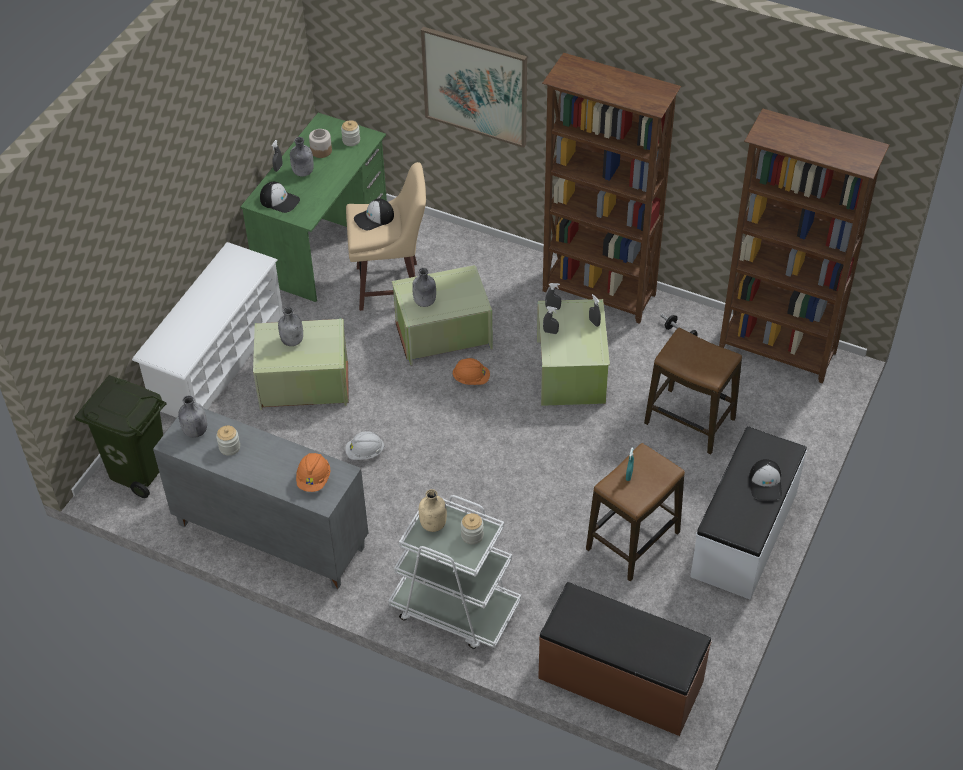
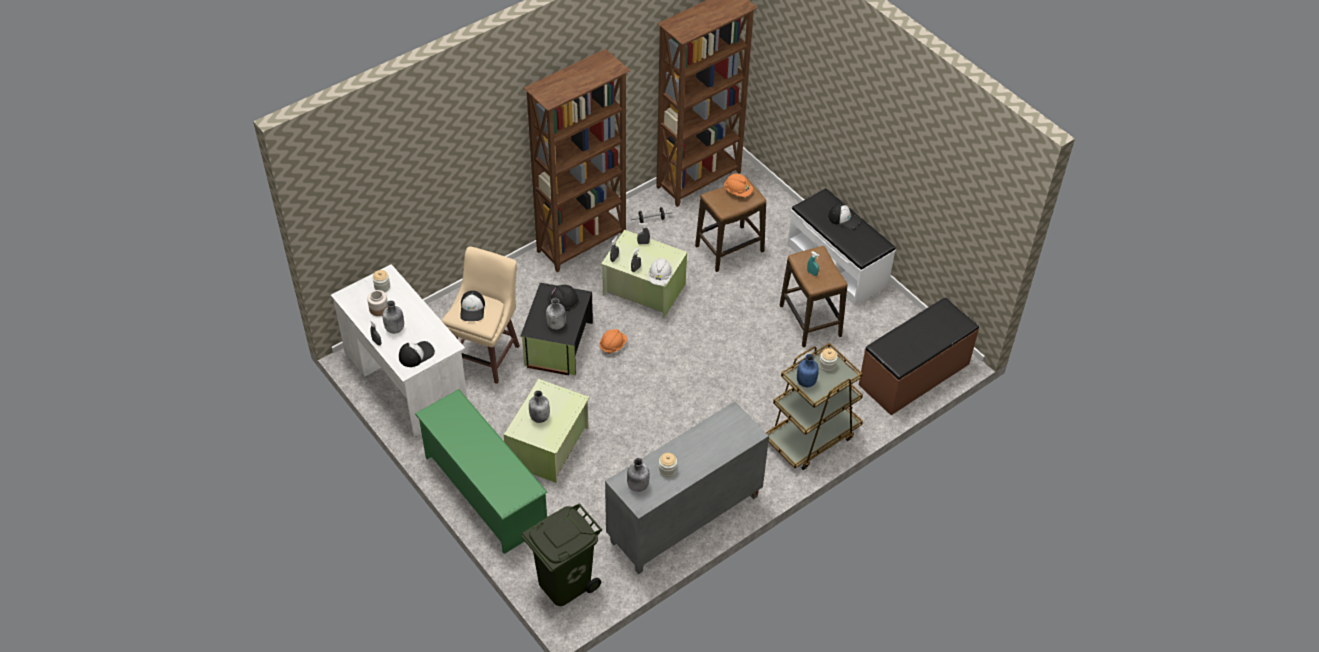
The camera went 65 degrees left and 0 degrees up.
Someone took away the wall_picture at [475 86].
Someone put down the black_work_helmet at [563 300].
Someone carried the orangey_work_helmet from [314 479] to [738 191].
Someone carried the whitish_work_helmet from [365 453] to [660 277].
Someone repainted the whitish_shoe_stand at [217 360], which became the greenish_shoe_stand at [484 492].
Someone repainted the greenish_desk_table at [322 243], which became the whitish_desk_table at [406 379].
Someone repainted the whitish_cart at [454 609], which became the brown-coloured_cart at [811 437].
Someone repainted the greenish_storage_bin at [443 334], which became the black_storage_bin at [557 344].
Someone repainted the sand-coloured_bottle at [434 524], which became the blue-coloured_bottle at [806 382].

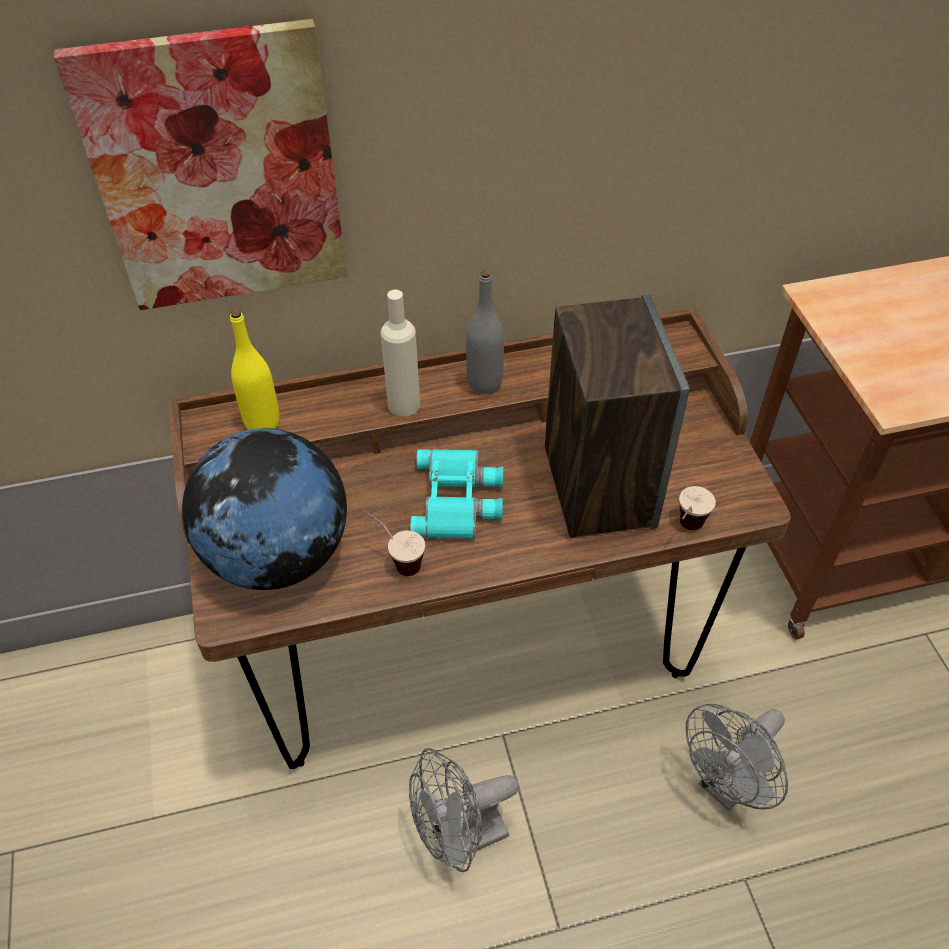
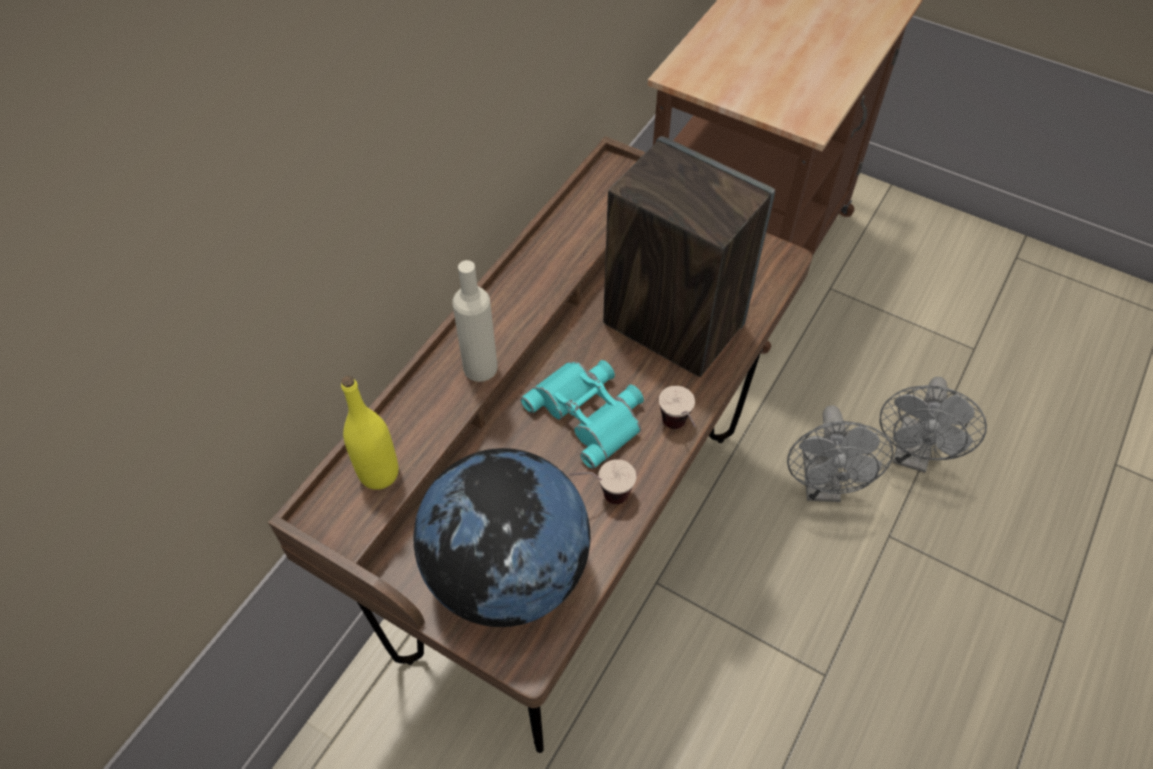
The camera went 45 degrees left and 5 degrees up.
Someone took away the wall_picture at [218 172].
Someone took away the grey_bottle at [484 383].
Someone carried the grey_electric_fan from [460 839] to [912 455].
Someone carried the small_cup from [686 531] to [678 431].

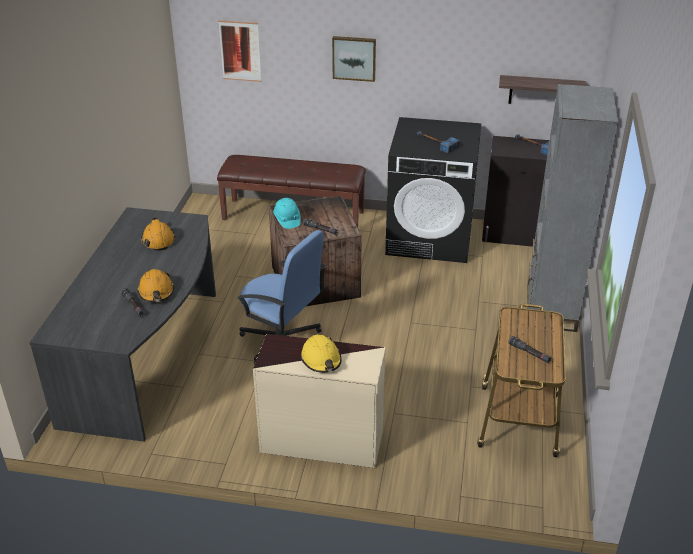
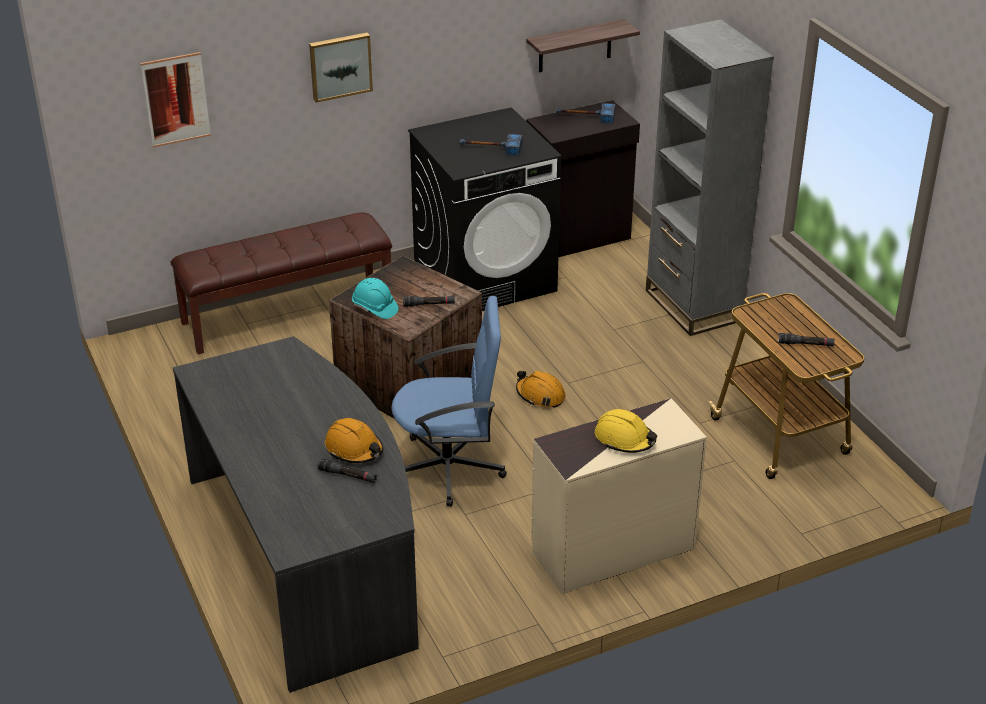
The camera went 35 degrees left and 0 degrees up.
Someone carried the orangey_work_helmet from [158 240] to [540 395].

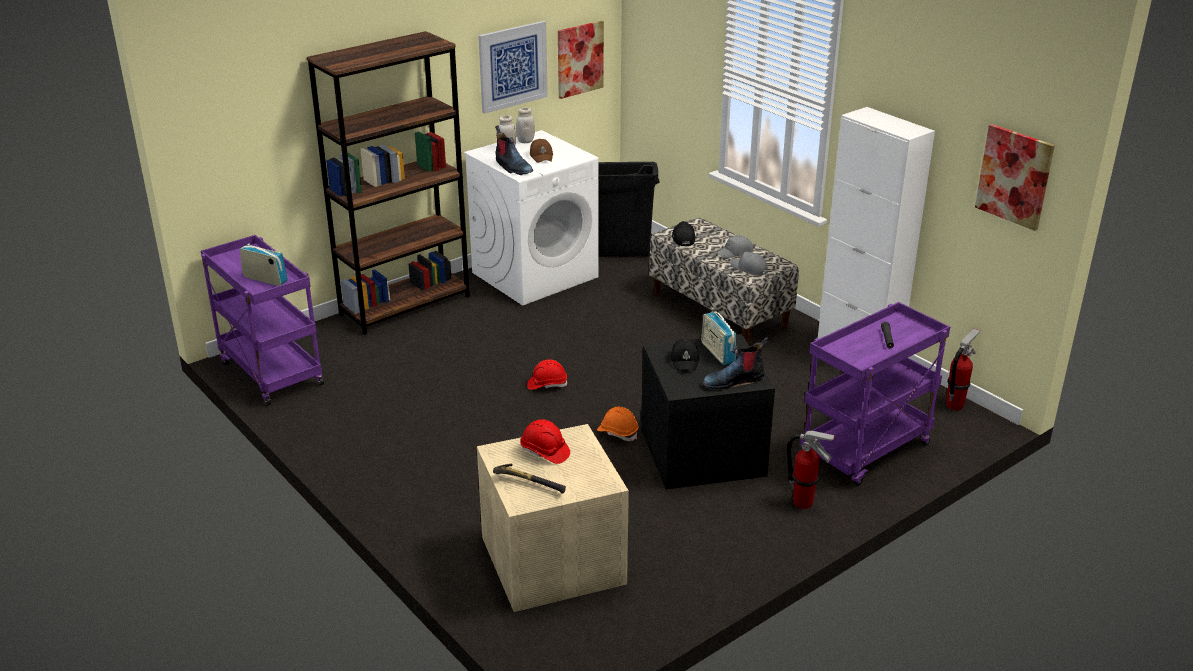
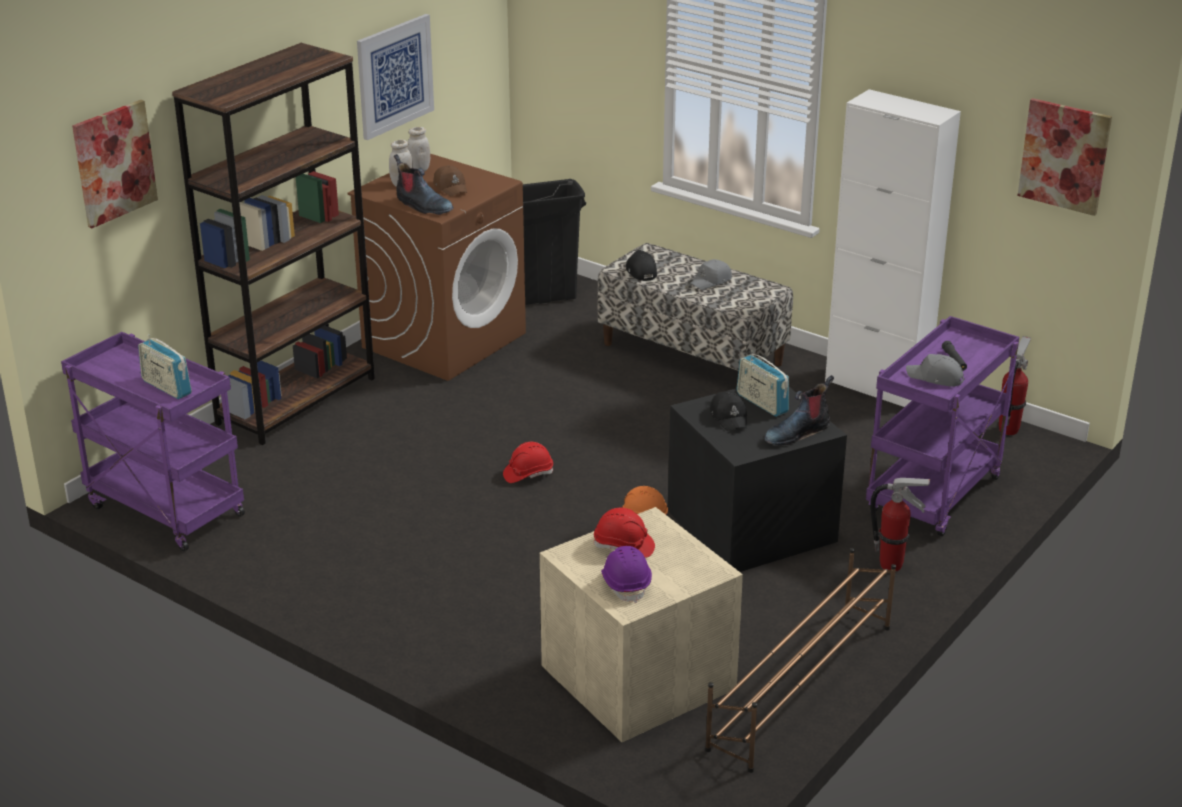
The camera went 15 degrees left and 0 degrees up.
Someone put down the brown-coloured_shoe_stand at [800 687].
Someone carried the wall_picture from [579 59] to [114 163].
Someone carried the grey_peaked_cap from [749 269] to [935 378].
Someone swapped the tool_hammer at [530 483] for the purple_work_helmet at [626 584].
Someone repainted the whitish_laundry_appliance at [535 274], which became the brown-coloured_laundry_appliance at [444 340].
Someone rotated the radio at [265 279] by 150 degrees counterclockwise.

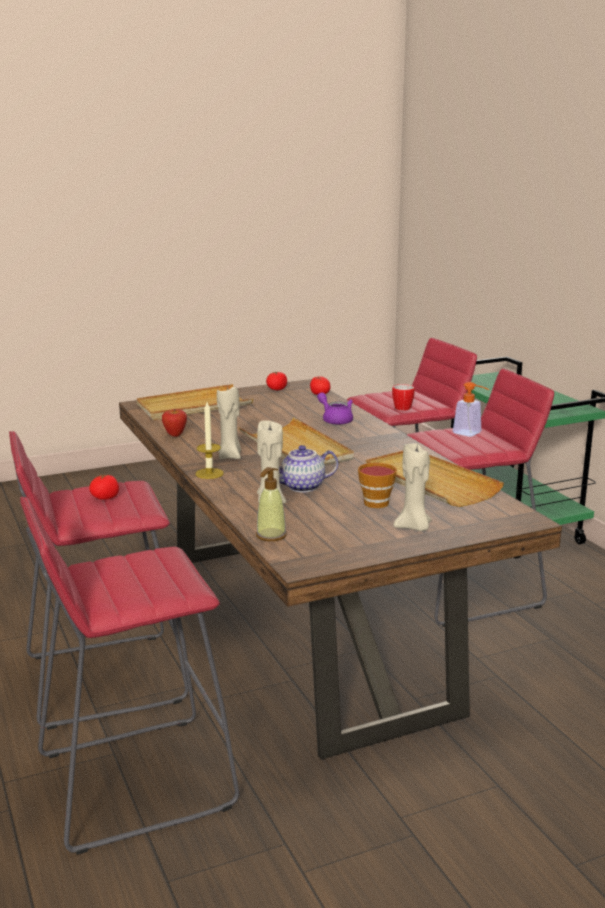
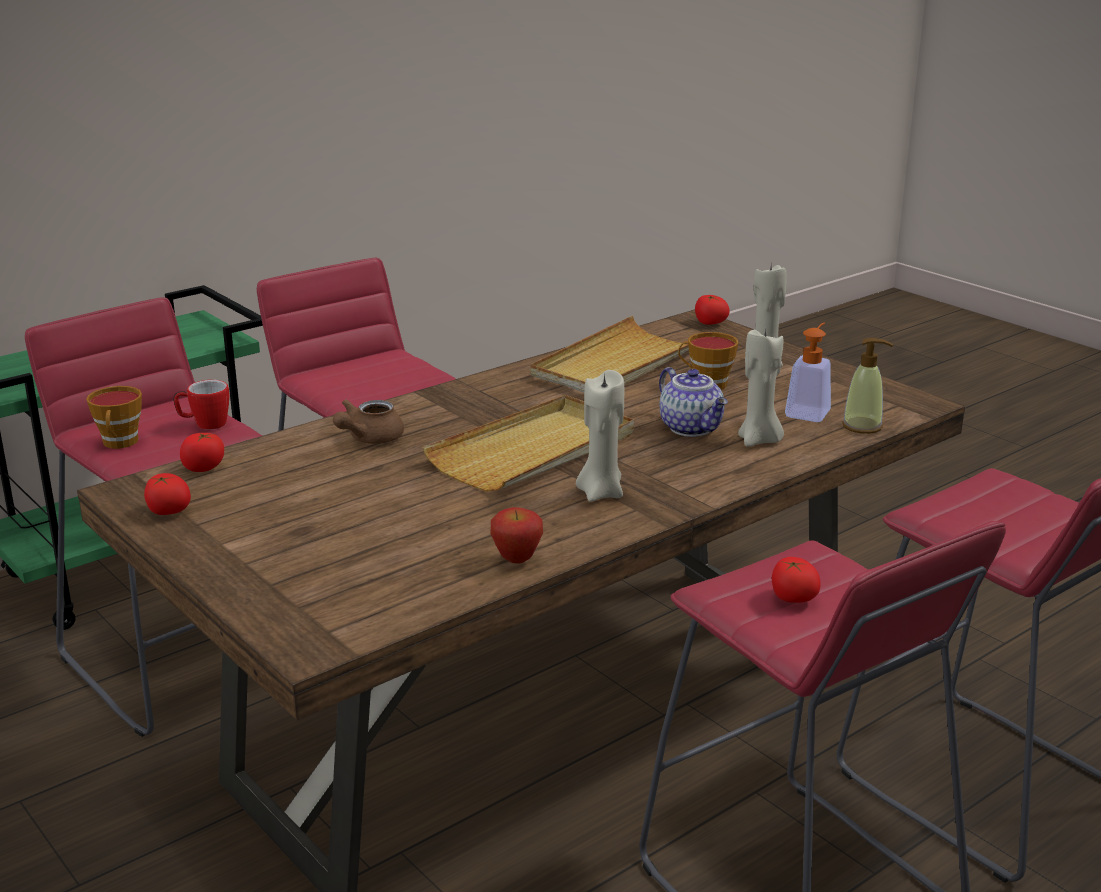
The camera went 105 degrees left and 5 degrees up.
Someone took away the sand-coloured_carrying_tray at [194 407].
Someone took away the wax_light at [209 473].
Someone put down the small_cup at [120 443].
Someone put down the fresh_tomato at [710 323].
Someone carried the soap_dispenser from [471 434] to [809 411].
Someone repainted the purple_teapot at [335 420], which became the brown-coloured_teapot at [369 439].

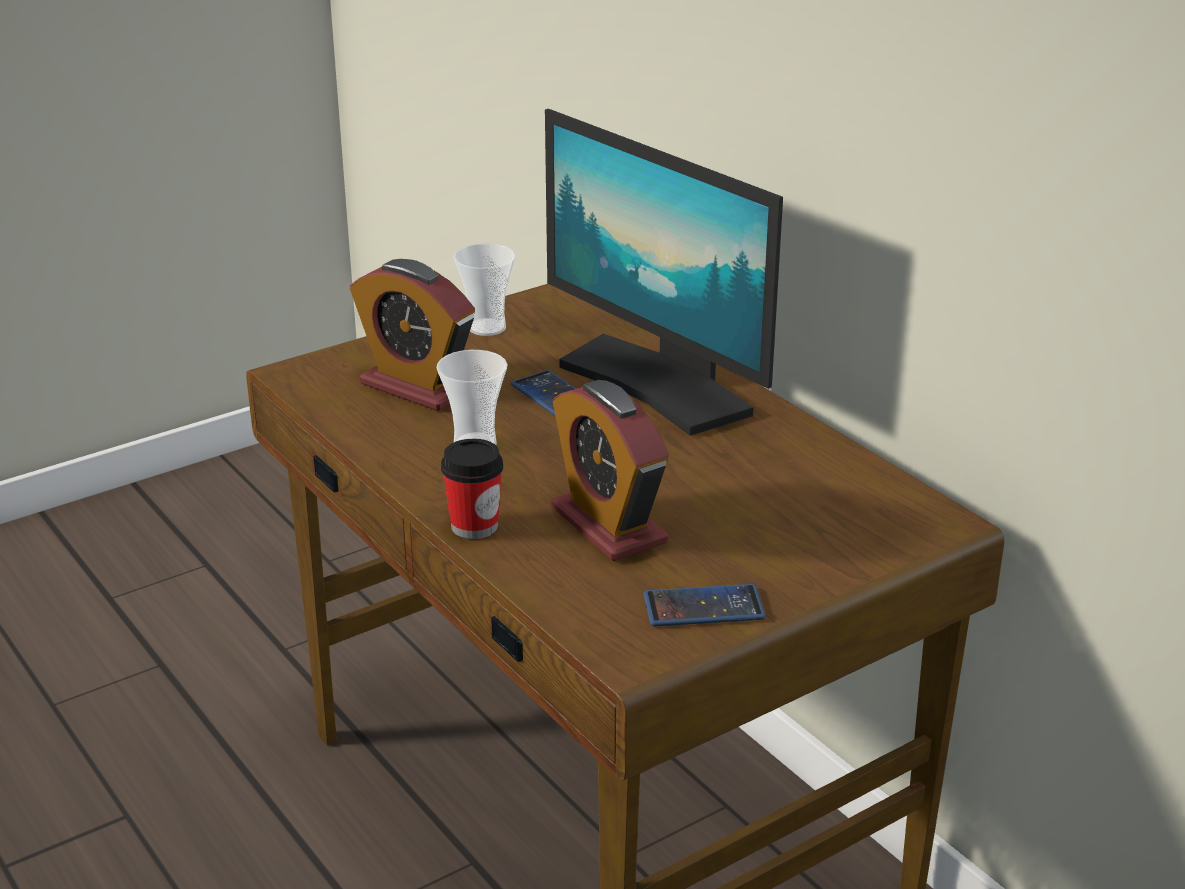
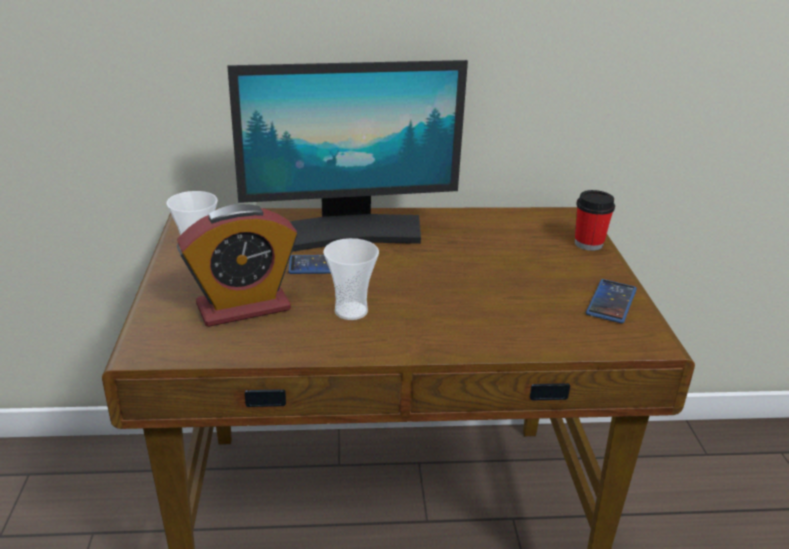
The camera went 60 degrees left and 0 degrees up.
Someone took away the table_clock at [608 525].
Someone carried the small_cup from [474 526] to [588 244].

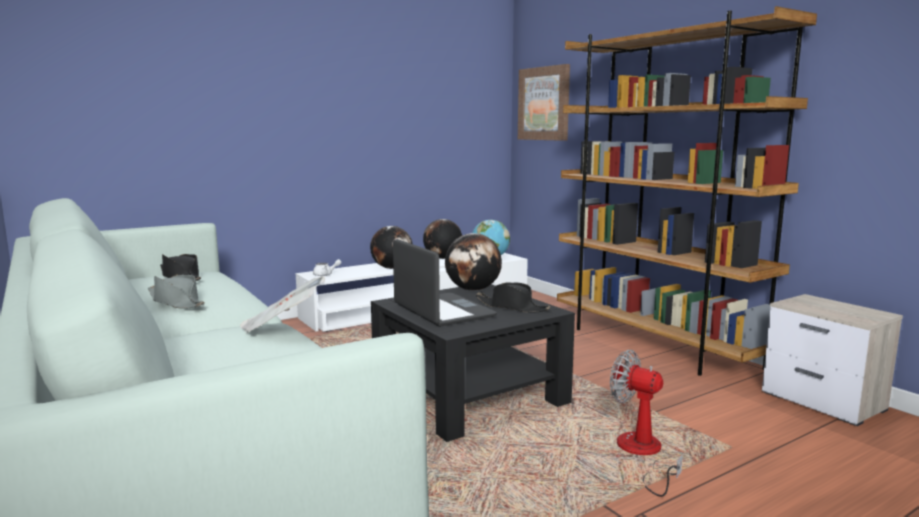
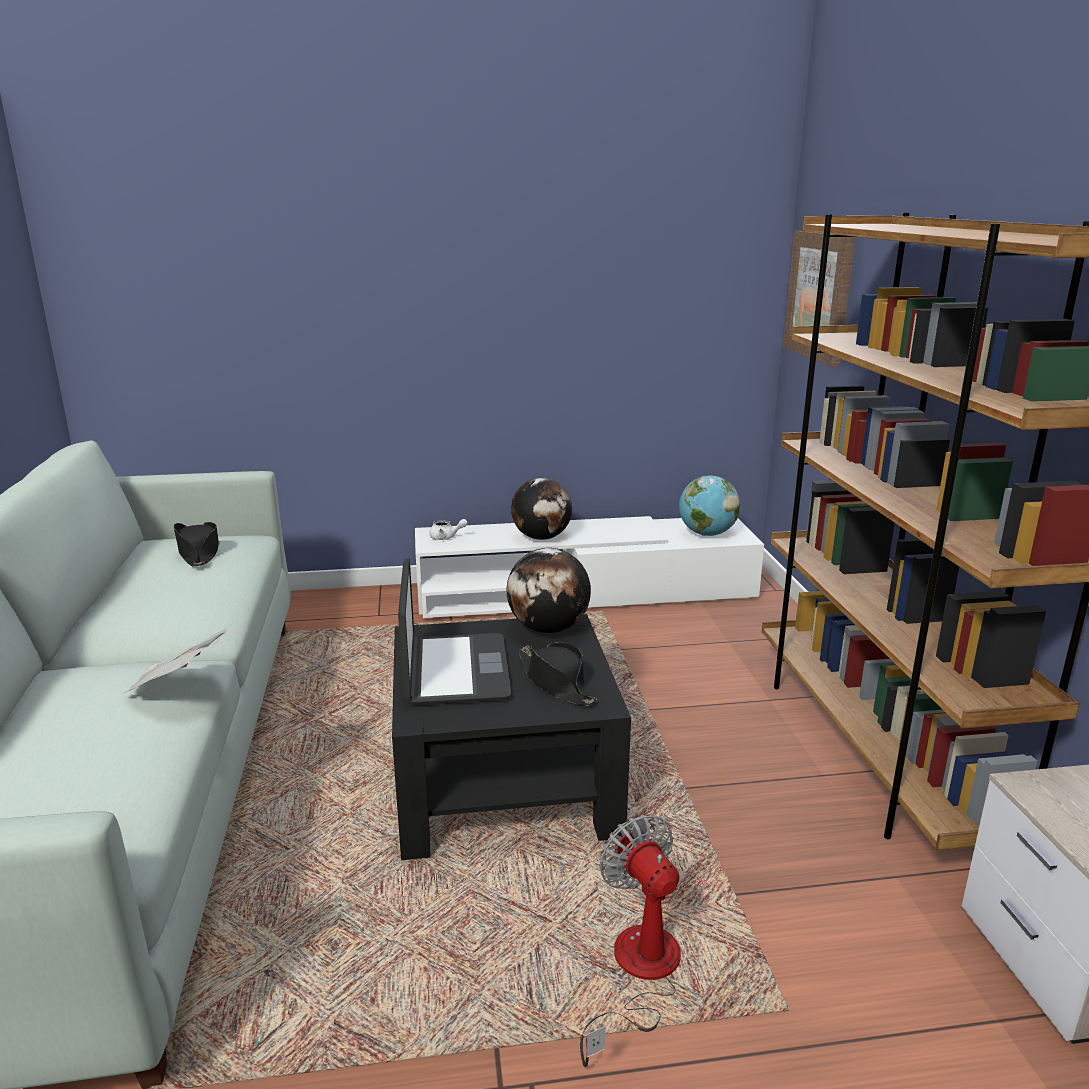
The camera went 25 degrees right and 10 degrees up.
Someone took away the grey_hat at [176 302].
Someone took away the desk_globe at [442 258].

